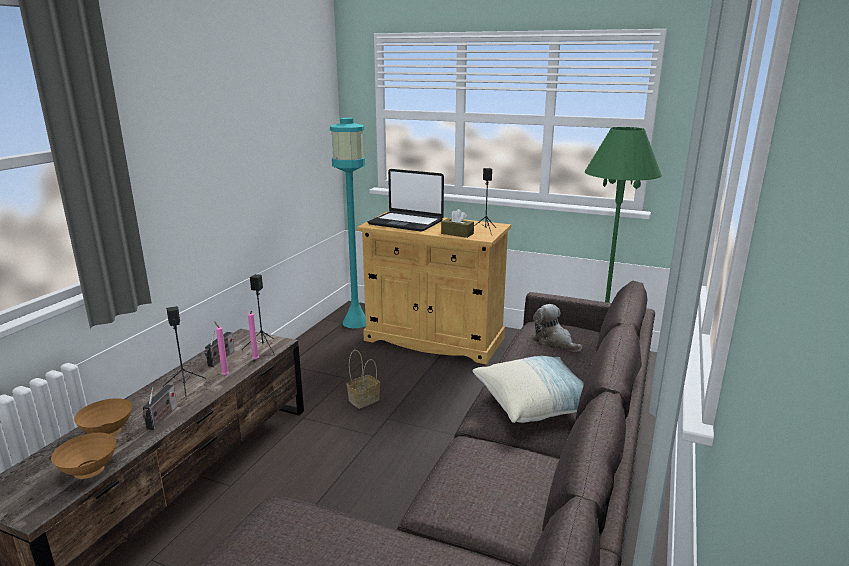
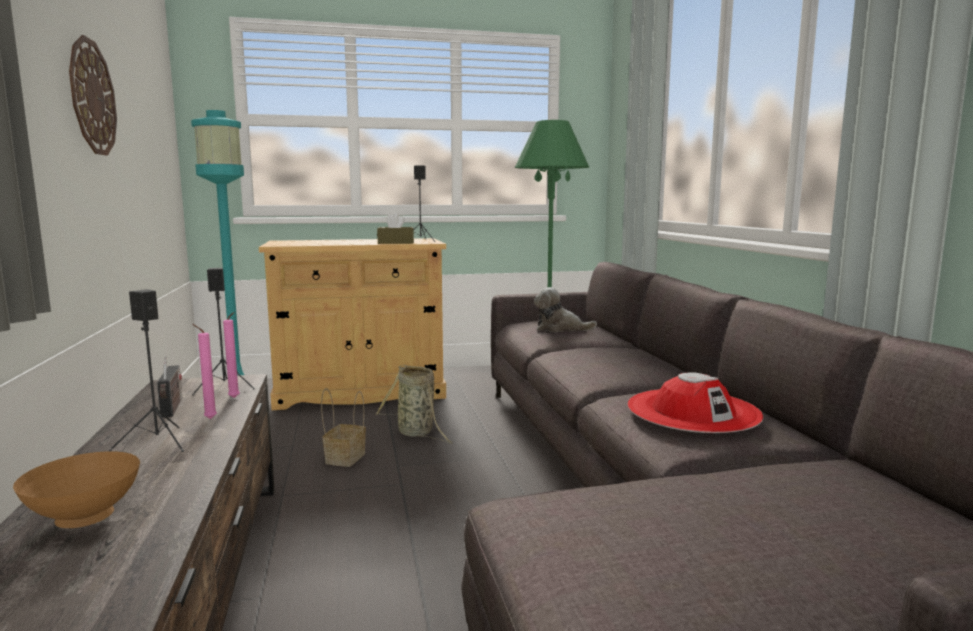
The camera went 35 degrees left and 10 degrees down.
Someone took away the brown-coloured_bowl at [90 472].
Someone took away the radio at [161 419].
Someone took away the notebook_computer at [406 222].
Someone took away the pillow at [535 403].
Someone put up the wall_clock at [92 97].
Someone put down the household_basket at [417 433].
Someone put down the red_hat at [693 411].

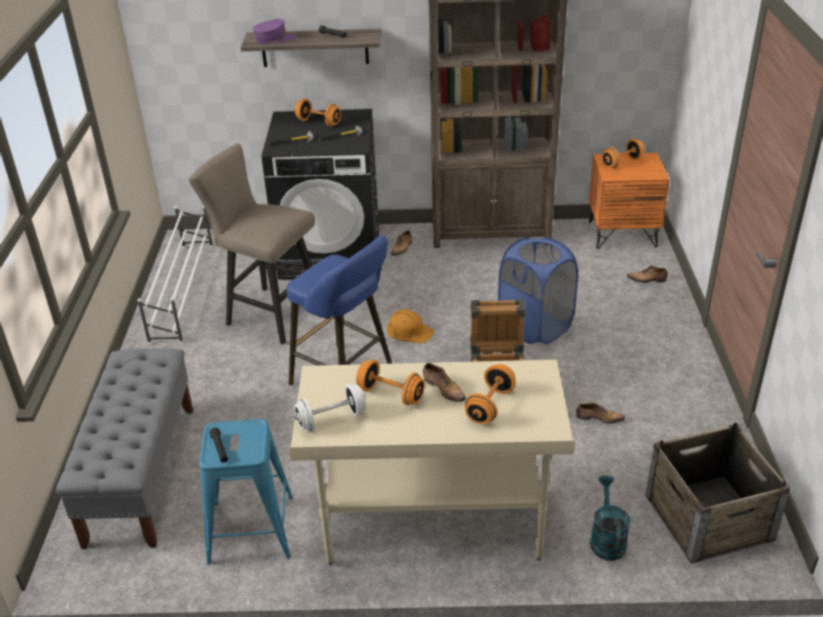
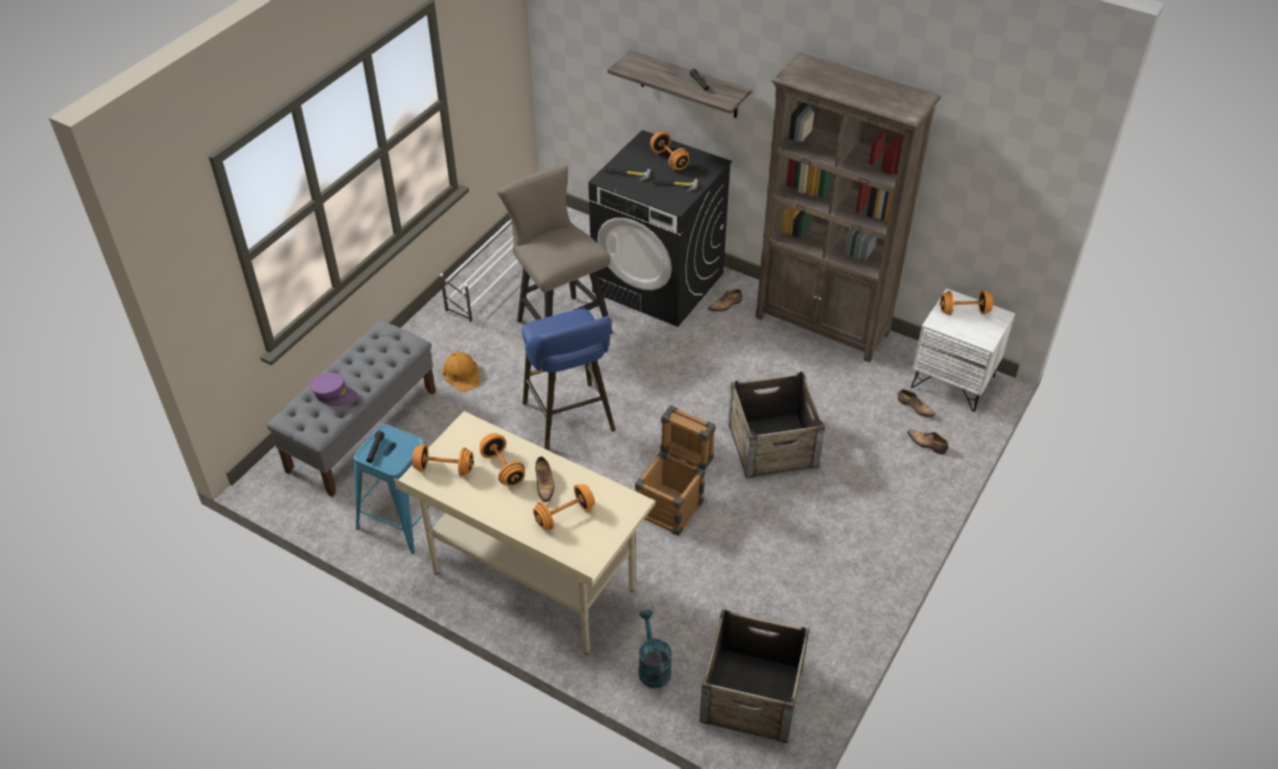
The camera went 30 degrees right and 10 degrees up.
Someone carried the purple_peaked_cap from [274 39] to [334 395].
Someone carried the orangey_work_helmet from [409 330] to [462 374].
Someone carried the low_shoe from [598 418] to [914 407].
Someone swapped the blue-coloured_washing_basket at [535 327] for the packing_crate at [773 445].
Someone repainted the whitish_hand_weight at [331 419], which became the orangey_hand_weight at [444 469].
Someone repainted the orangey_bedside_table at [622 234], which became the whitish_bedside_table at [953 381].
Someone rotated the blue-green_watering_pot at [606 539] by 45 degrees counterclockwise.

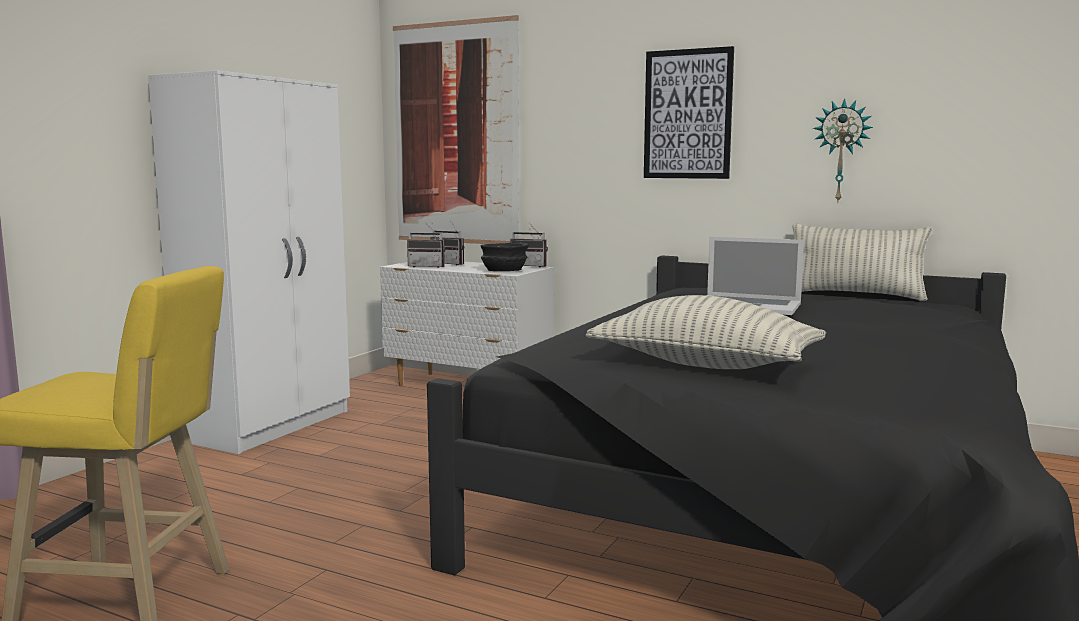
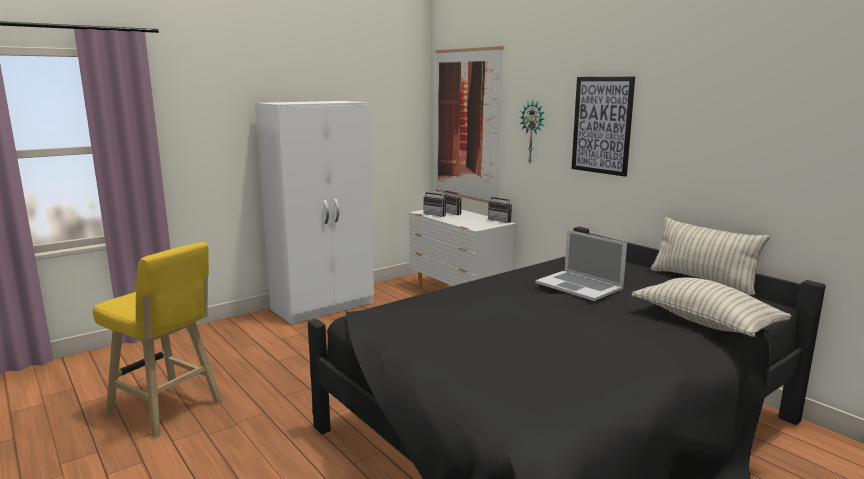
The camera went 25 degrees right and 5 degrees up.
Someone took away the black_bowl at [503 271].
Someone carried the pillow from [705 365] to [705 322].
Someone carried the wall_clock from [841 151] to [533 132].

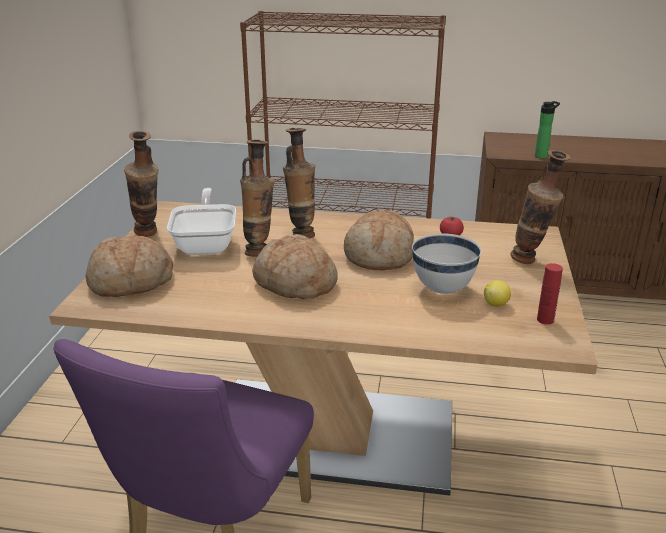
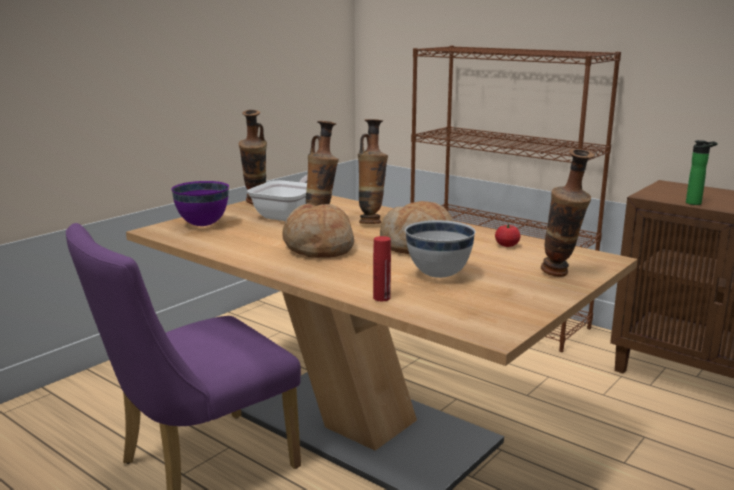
The camera went 30 degrees right and 10 degrees down.
Someone took away the whole_lemon at [496 304].
Someone carried the red_bottle from [545 320] to [381 298].
Someone swapped the bread at [130 282] for the purple_bowl at [202 225].

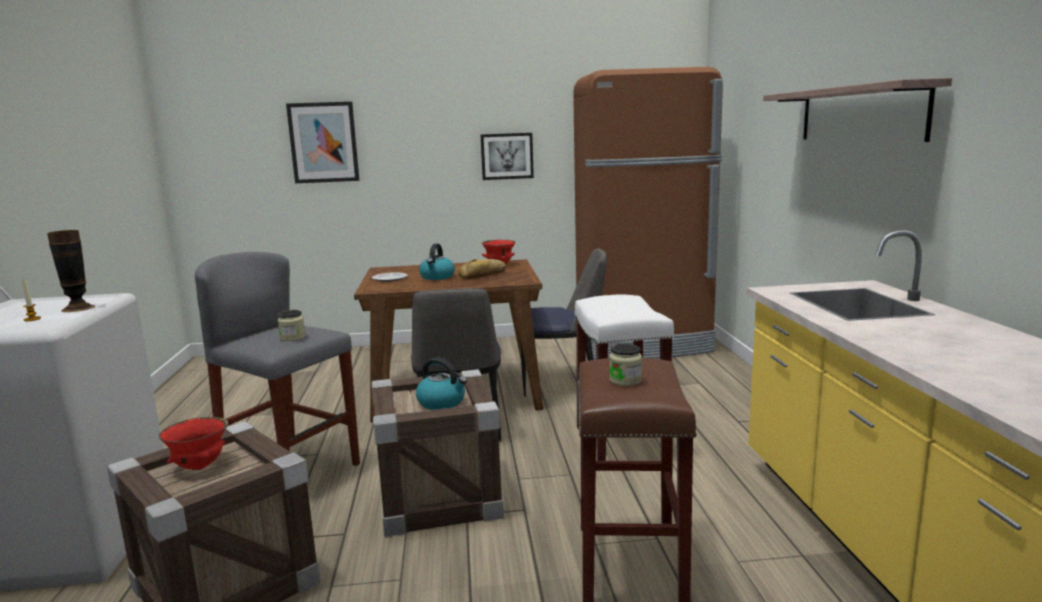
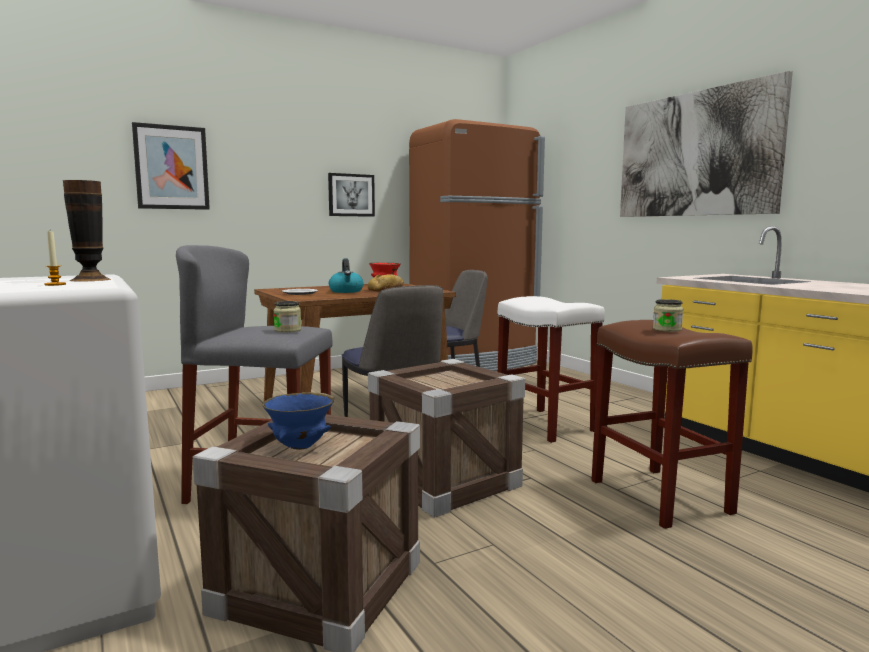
The camera went 25 degrees left and 5 degrees down.
Someone took away the kettle at [442 402].
Someone swapped the bracket_shelf at [860 114] for the wall_picture at [695 154].
Someone repainted the red_bowl at [199 467], which became the blue-coloured_bowl at [300 447].

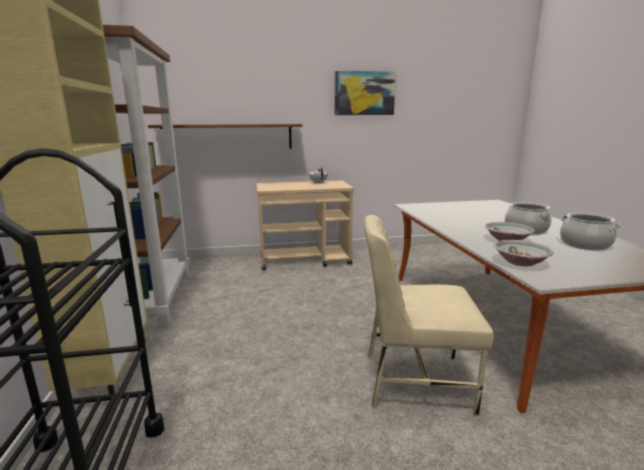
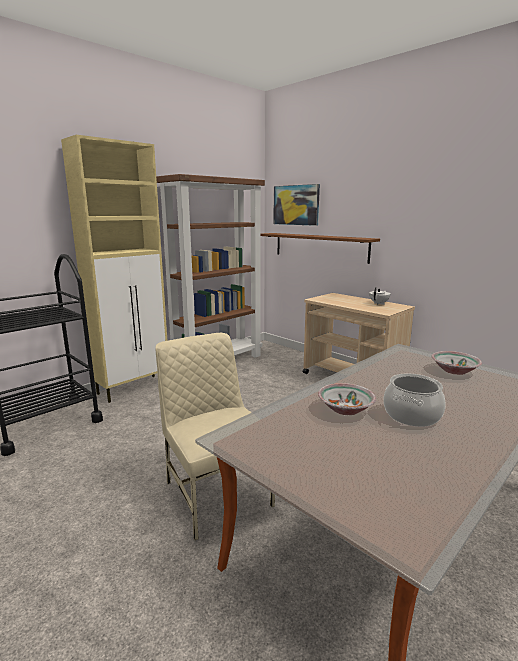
The camera went 55 degrees right and 0 degrees up.
Someone took away the cooking_pot at [584 244].
Someone carried the wall_picture from [364 93] to [296 205].
Someone carried the bowl from [521 262] to [454 371].

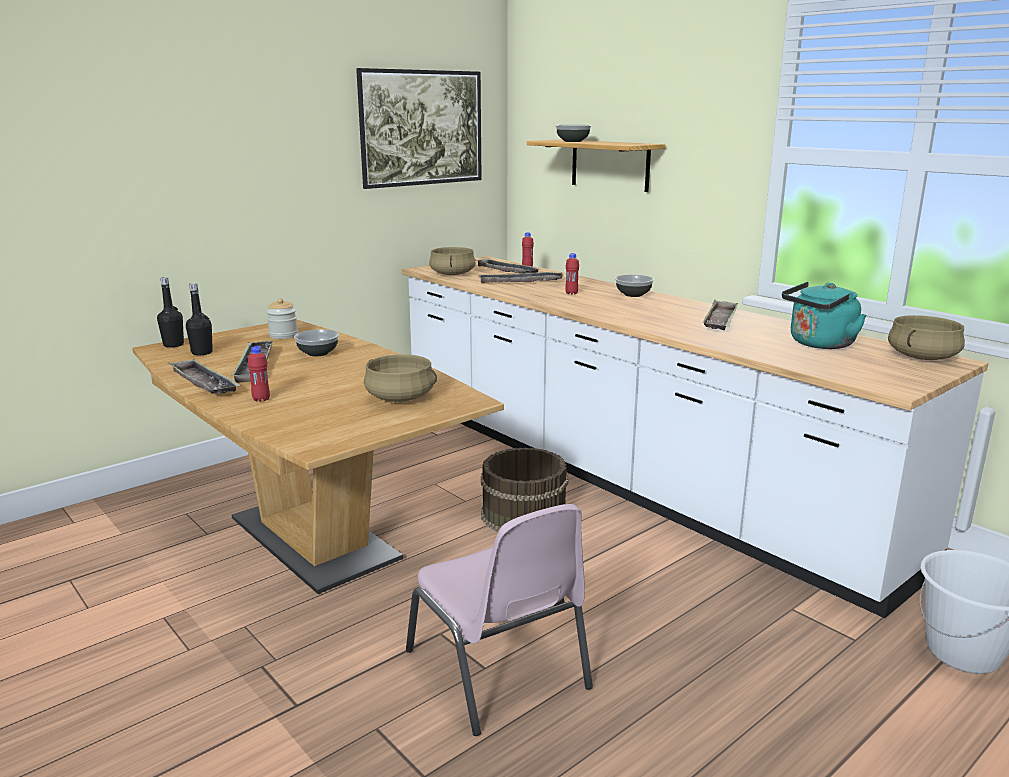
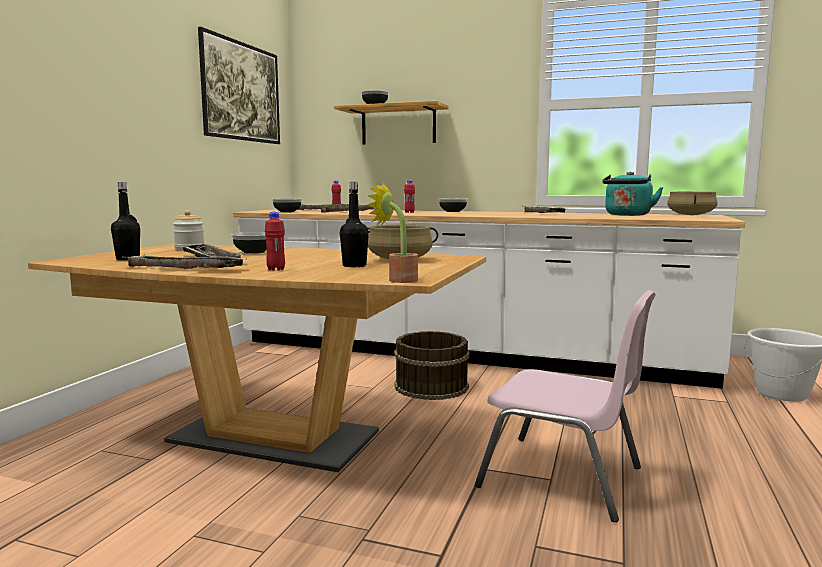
The camera went 30 degrees left and 10 degrees down.
Someone put down the potted_plant at [398 280].
Someone carried the black_bottle from [173 345] to [354 266].
Someone swapped the sand-coloured_cooking_pot at [453 274] for the bowl at [287 211].

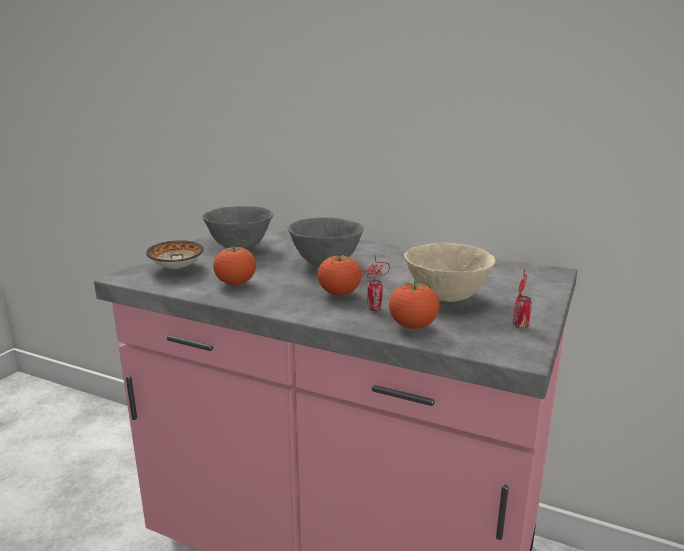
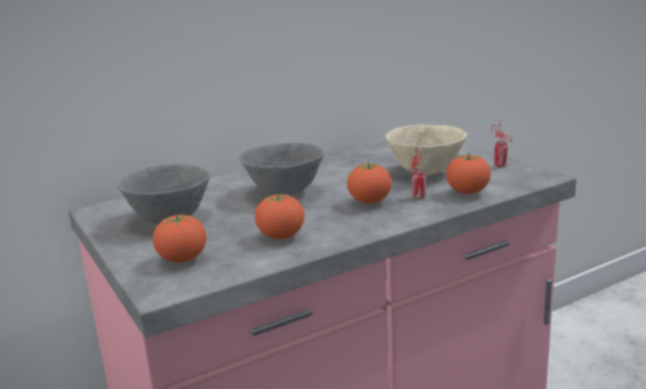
The camera went 55 degrees left and 0 degrees up.
Someone swapped the bowl at [175 268] for the fresh_tomato at [182 260].

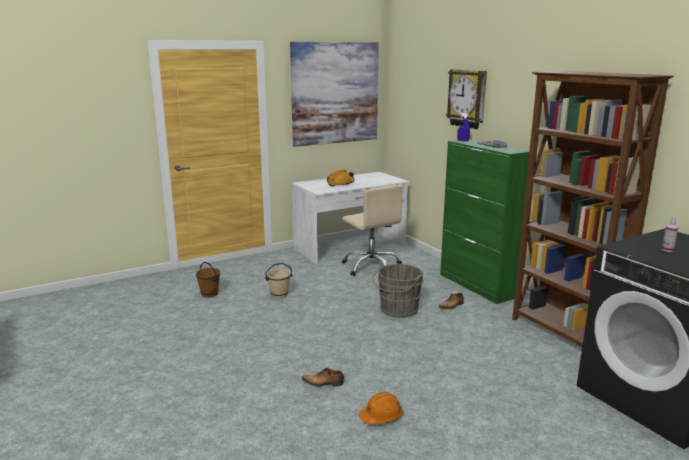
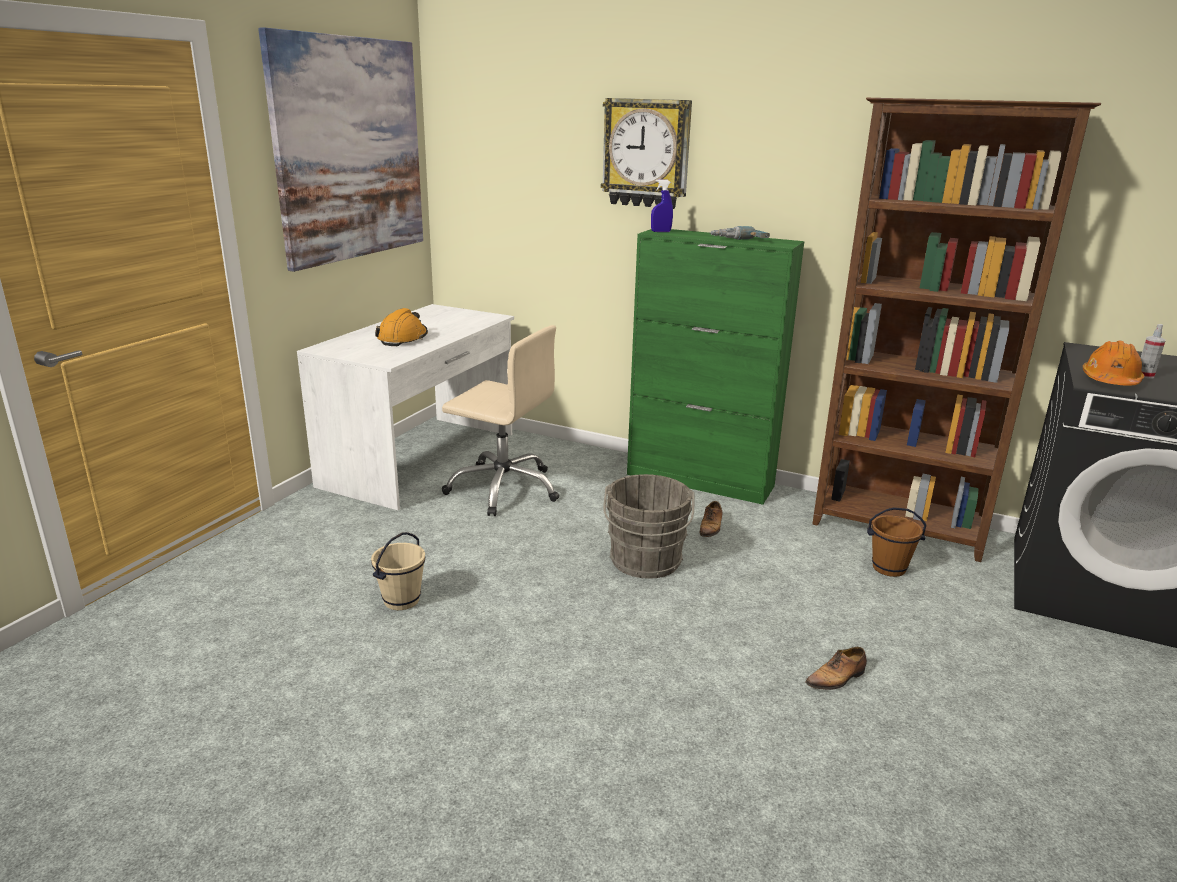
The camera went 35 degrees left and 5 degrees up.
Someone carried the brown-coloured_water_bucket from [210 294] to [889 568].
Someone carried the low_shoe from [323 383] to [836 678].
Someone carried the orangey_work_helmet from [381 416] to [1110 381].

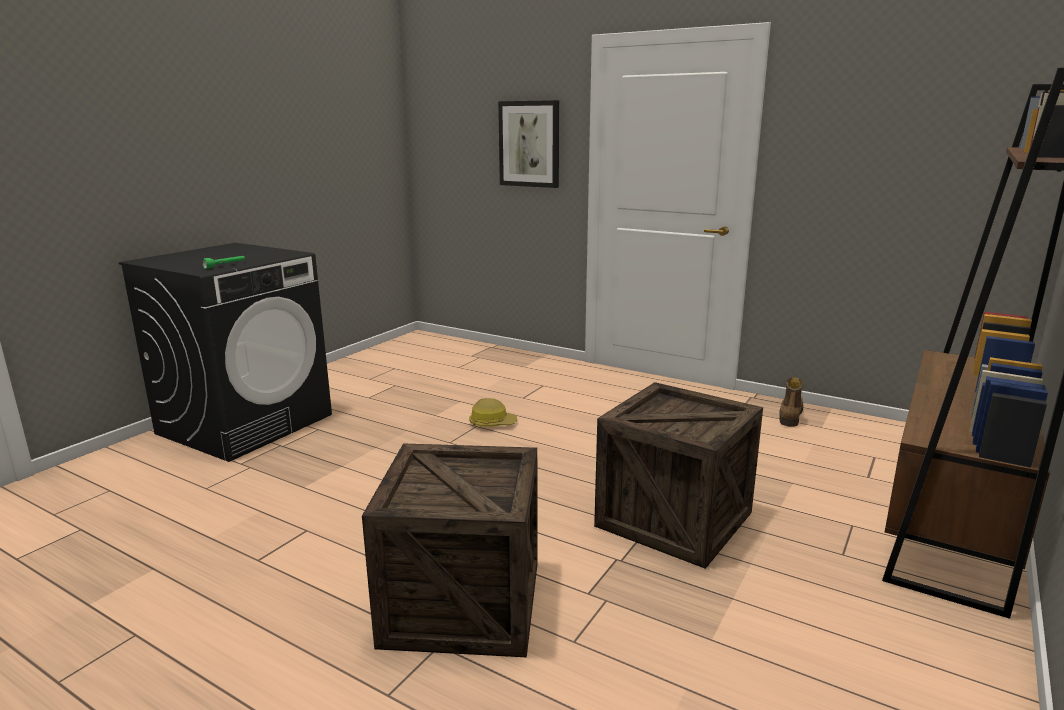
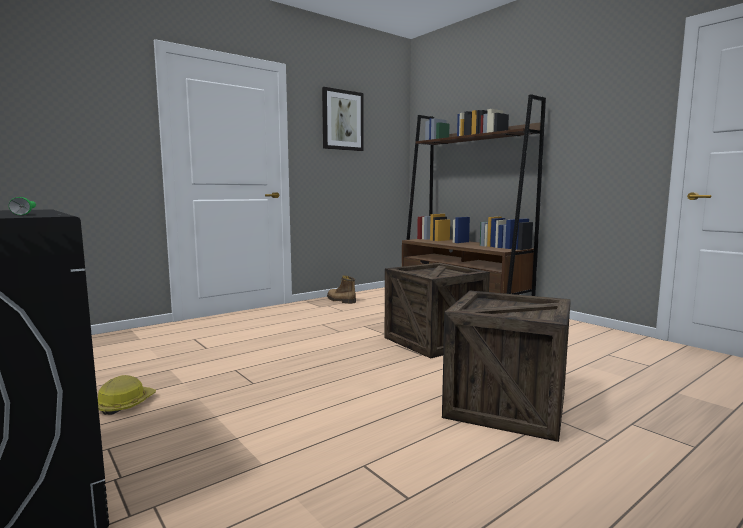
The camera went 70 degrees left and 10 degrees down.
Someone carried the work_helmet from [492 423] to [125 404].
Someone carried the wall_picture from [529 144] to [342 120].

